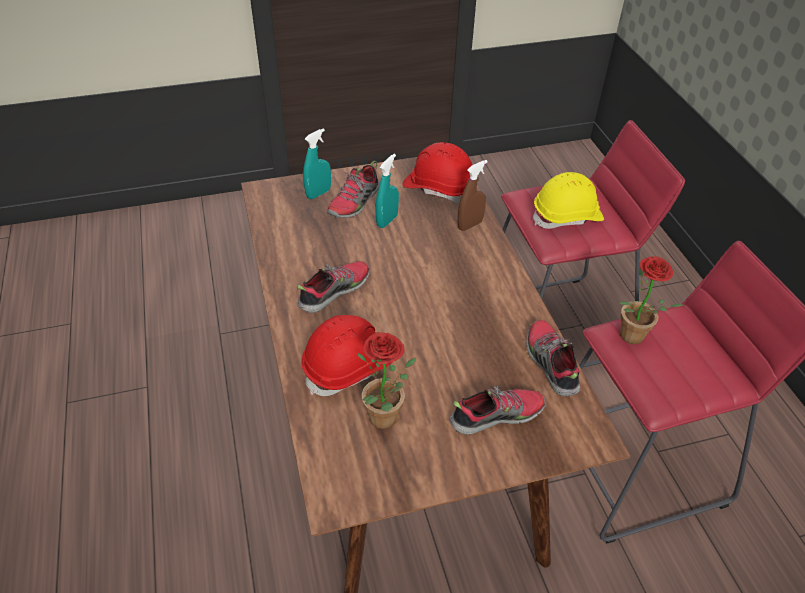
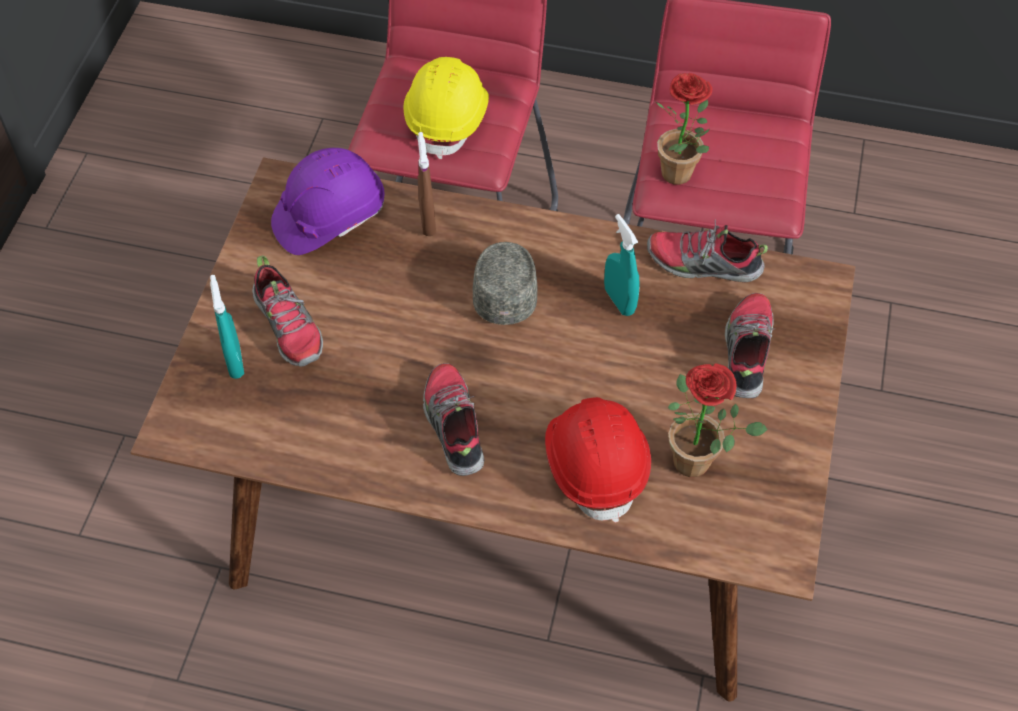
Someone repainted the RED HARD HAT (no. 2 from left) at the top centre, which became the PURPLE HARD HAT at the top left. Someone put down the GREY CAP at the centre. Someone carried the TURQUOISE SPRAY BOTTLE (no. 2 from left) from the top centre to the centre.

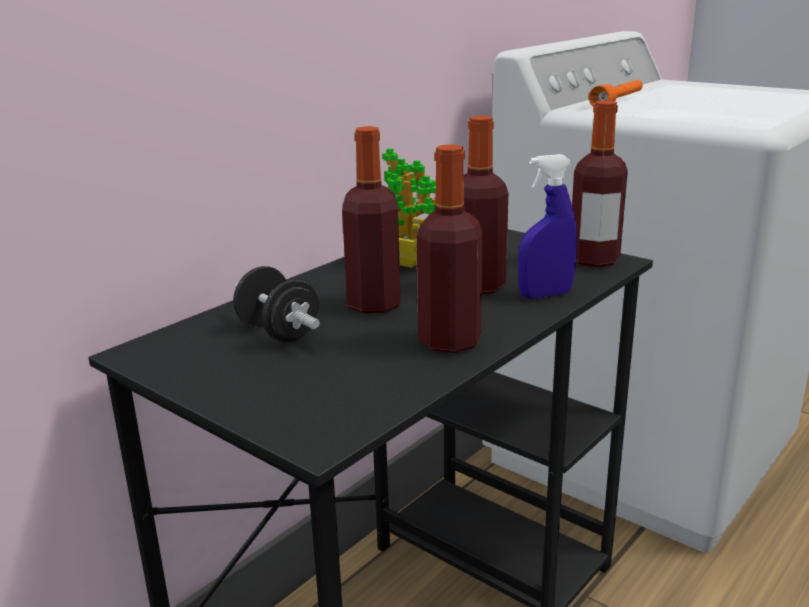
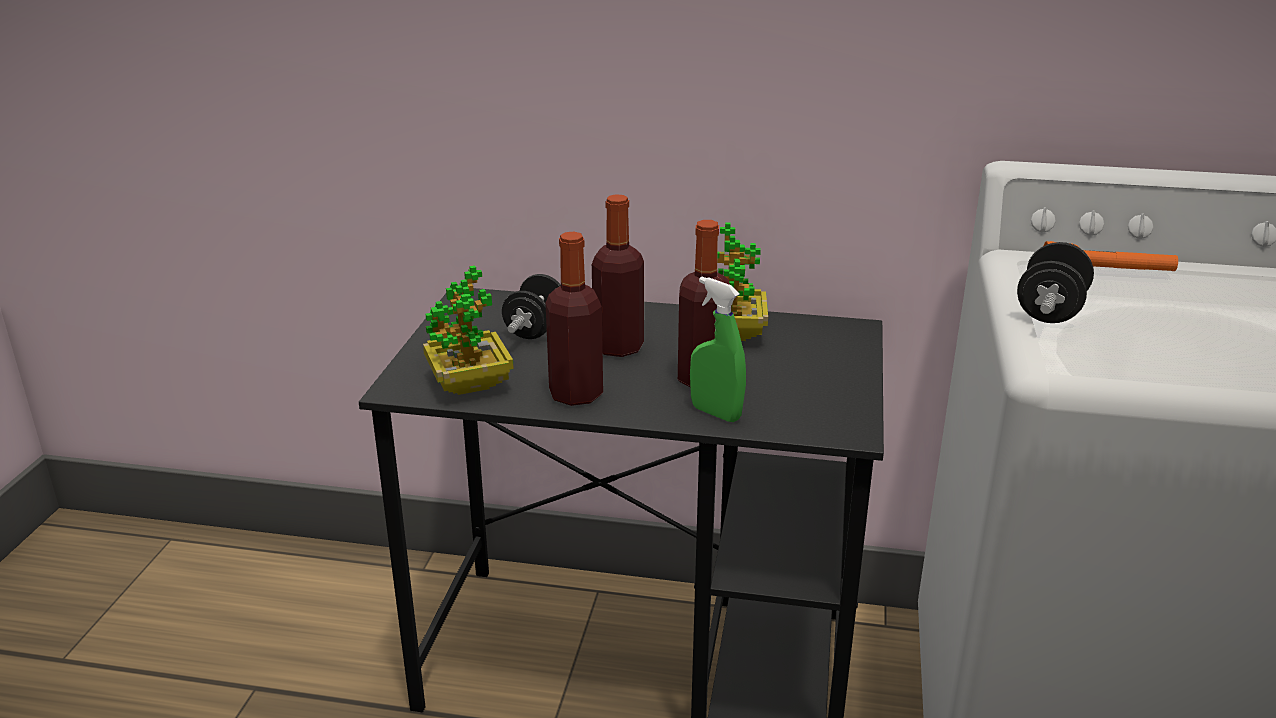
Someone put down the POTTED PLANT (no. 1 from left) at the centre. Someone repainted the BLUE SPRAY BOTTLE at the middle right, which became the GREEN SPRAY BOTTLE at the centre. Someone put down the BLACK DUMBBELL (no. 2 from left) at the middle right. Someone took away the BOTTLE (no. 4 from left) at the top right.

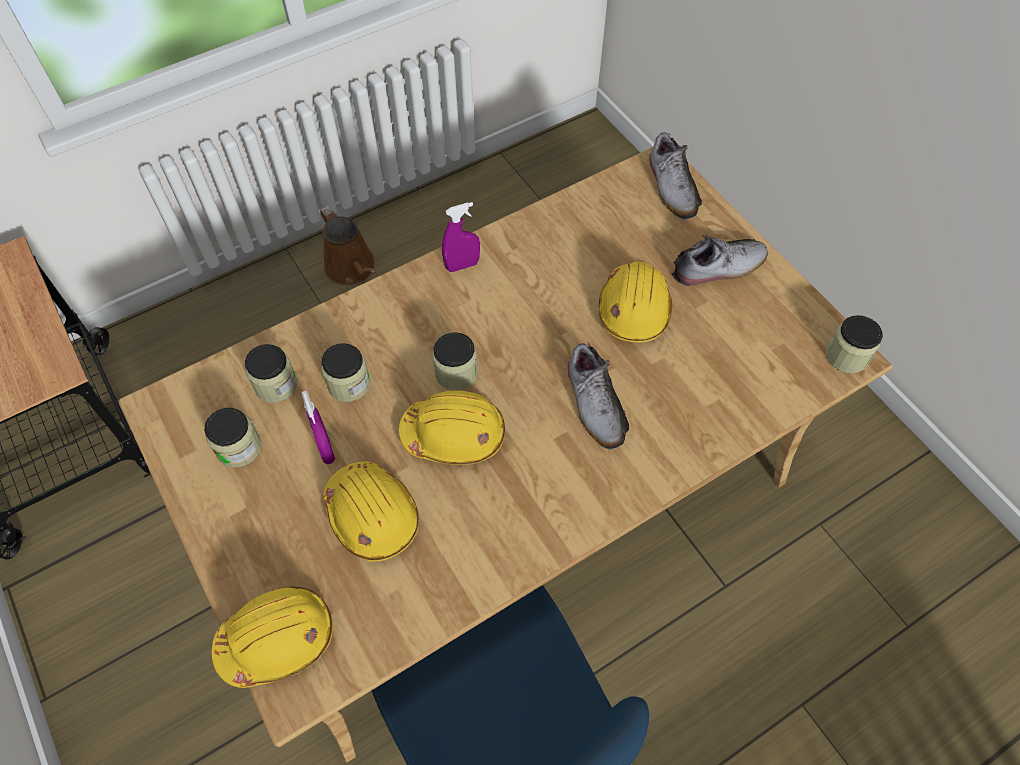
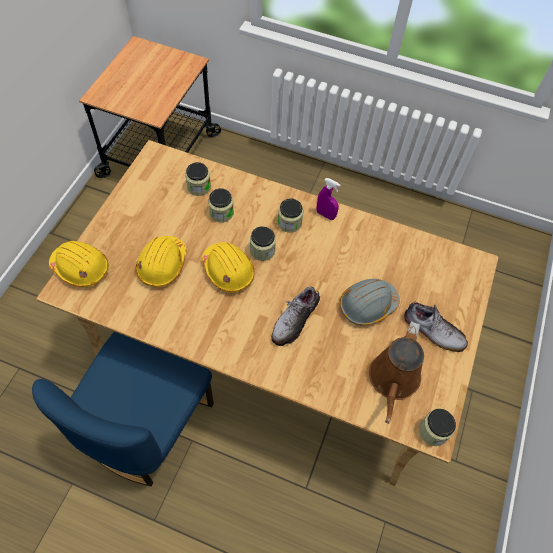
Someone carried the JAR (no. 1 from left in the first image) from the middle left to the centre. Someone repainted the YELLOW HARD HAT (no. 4 from left) at the centre, which became the GREY HARD HAT at the middle right. Someone carried the BROWN WATERING CAN from the top centre to the bottom right. Someone took away the PURPLE SPRAY BOTTLE (no. 1 from left) at the middle left. Someone took away the SHOE (no. 2 from left) at the top centre.

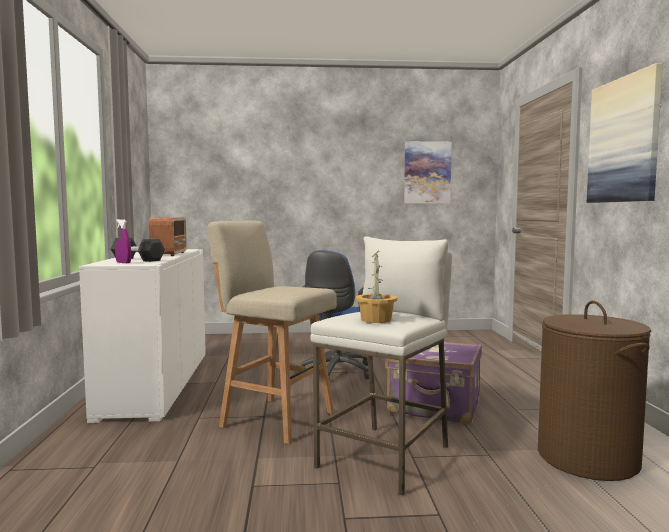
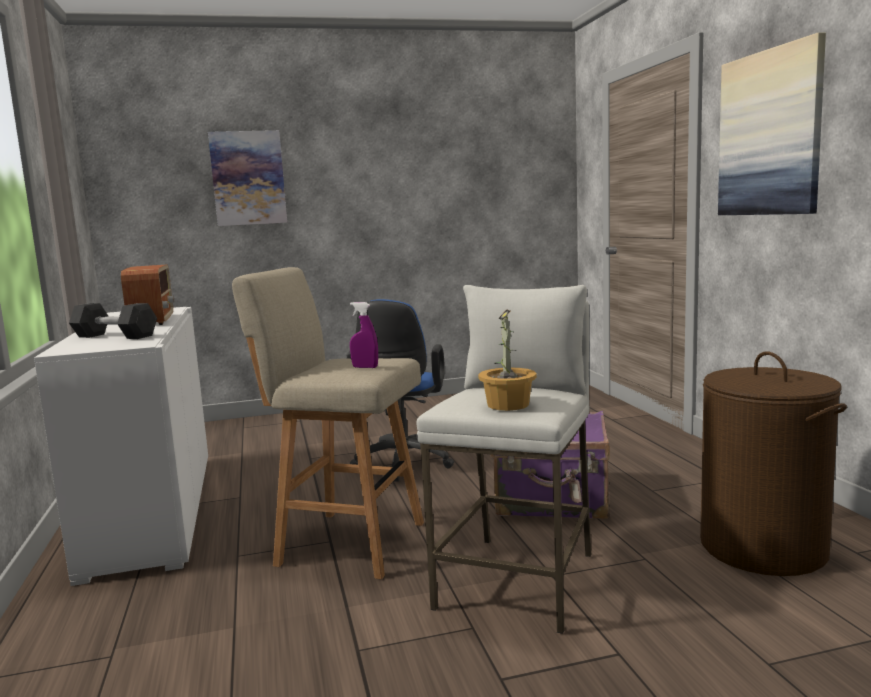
Someone carried the PICTURE (no. 1 from left) from the top centre to the top left. Someone carried the PURPLE SPRAY BOTTLE from the middle left to the centre.

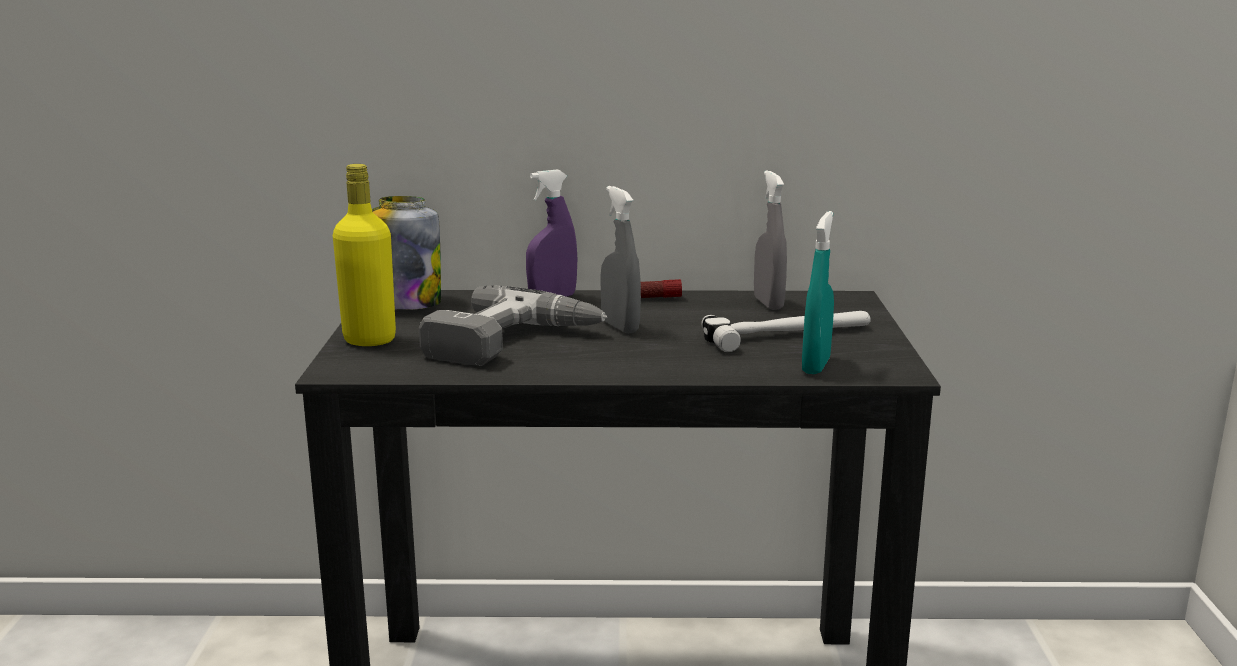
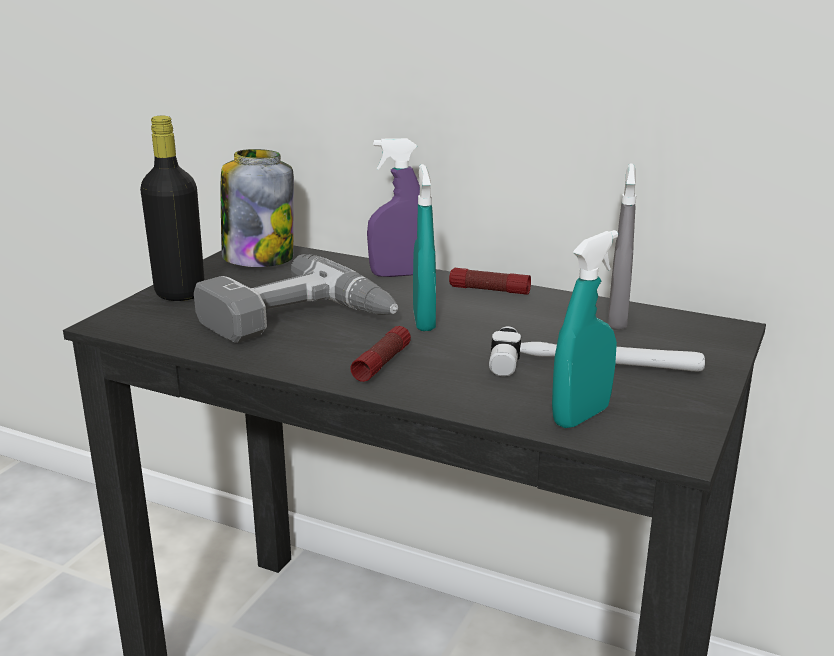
Someone repainted the YELLOW BOTTLE at the middle left, which became the BLACK BOTTLE at the top left. Someone put down the FLASHLIGHT (no. 1 from left) at the centre. Someone repainted the GREY SPRAY BOTTLE (no. 1 from left) at the centre, which became the TURQUOISE SPRAY BOTTLE (no. 1 from left) at the centre.

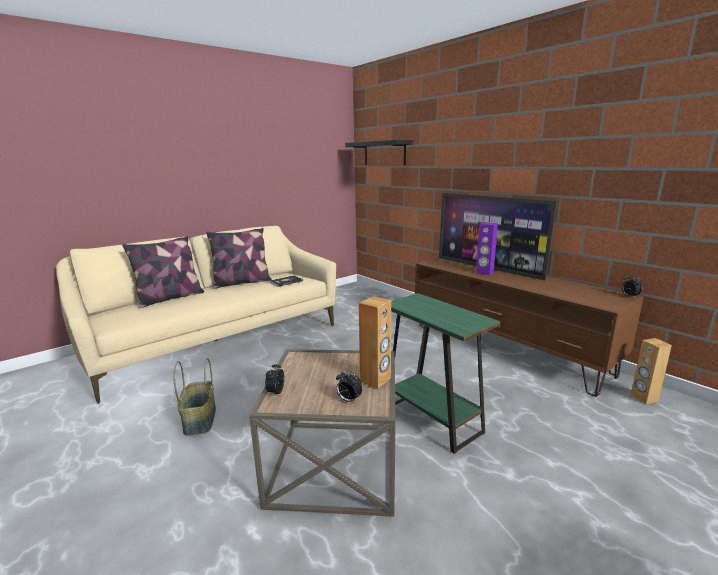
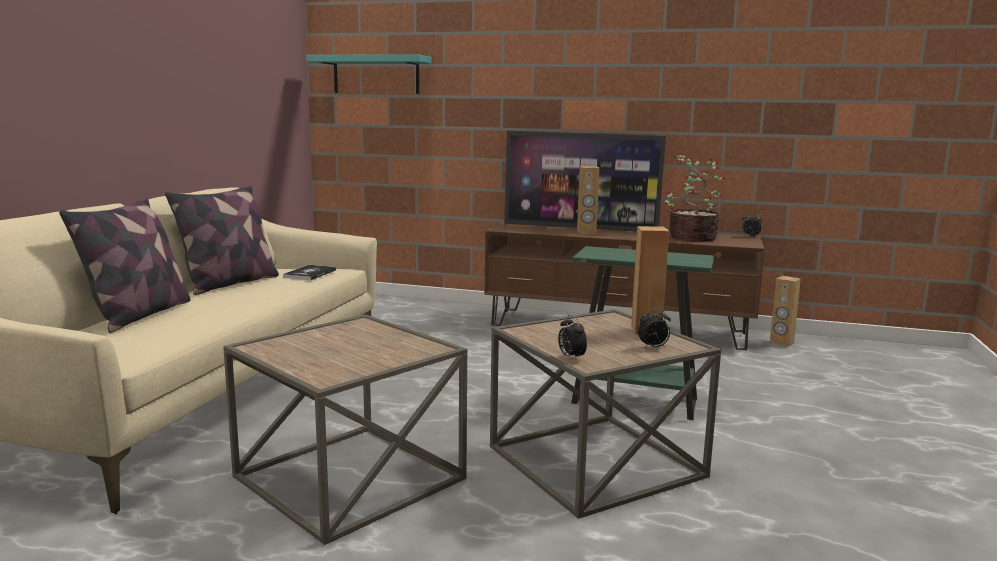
Someone swapped the BASKET at the bottom left for the BROWN SIDE TABLE (no. 1 from left) at the bottom centre. Someone repainted the BLACK SHELF at the top centre, which became the TURQUOISE SHELF at the top centre. Someone repainted the PURPLE SPEAKER at the middle right, which became the BROWN SPEAKER (no. 1 from left) at the centre. Someone put down the POTTED PLANT at the middle right.

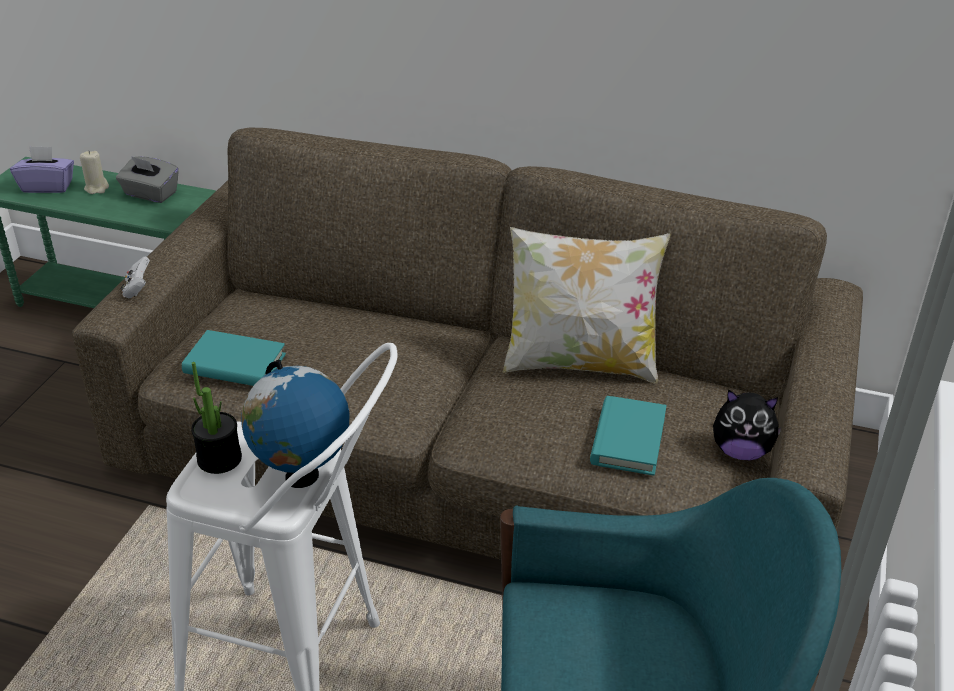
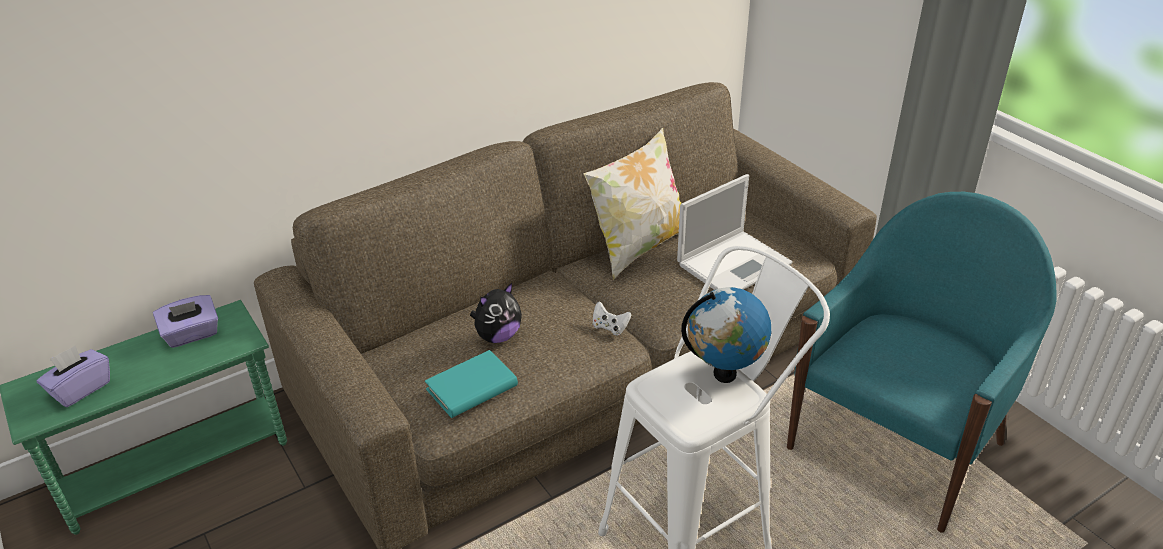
Someone repainted the GREY TISSUE BOX at the top left, which became the PURPLE TISSUE BOX (no. 2 from left) at the middle left. Someone carried the PLUSH TOY from the middle right to the centre. Someone carried the WHITE GAME CONTROLLER from the middle left to the centre. Someone swapped the TURQUOISE BOOK (no. 2 from left) at the centre for the LAPTOP at the centre. Someone took away the BEIGE CANDLE at the top left. Someone took away the POTTED PLANT at the middle left.

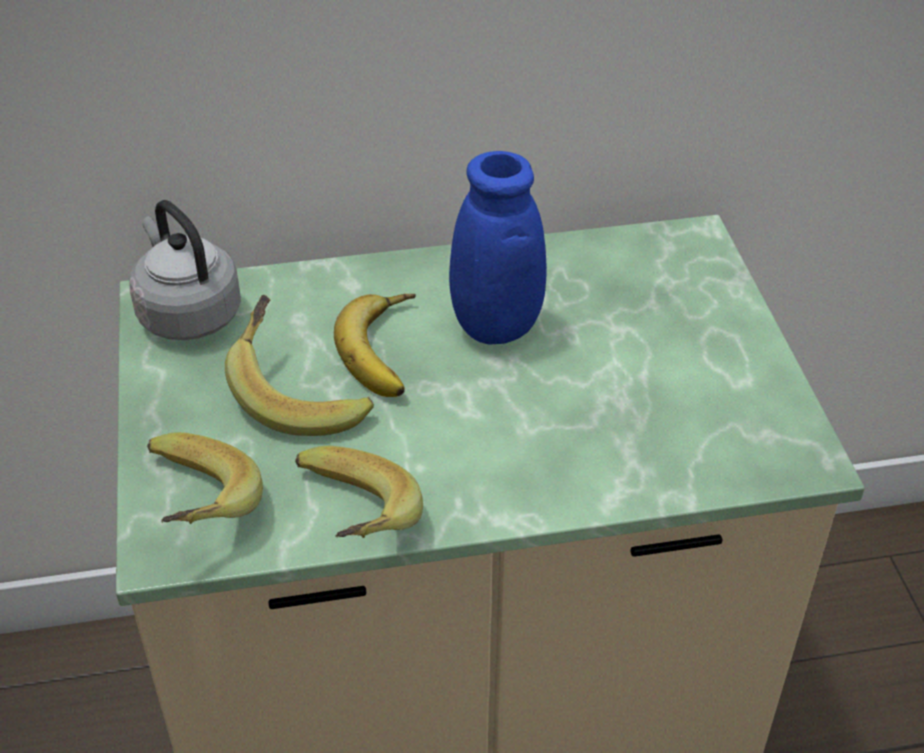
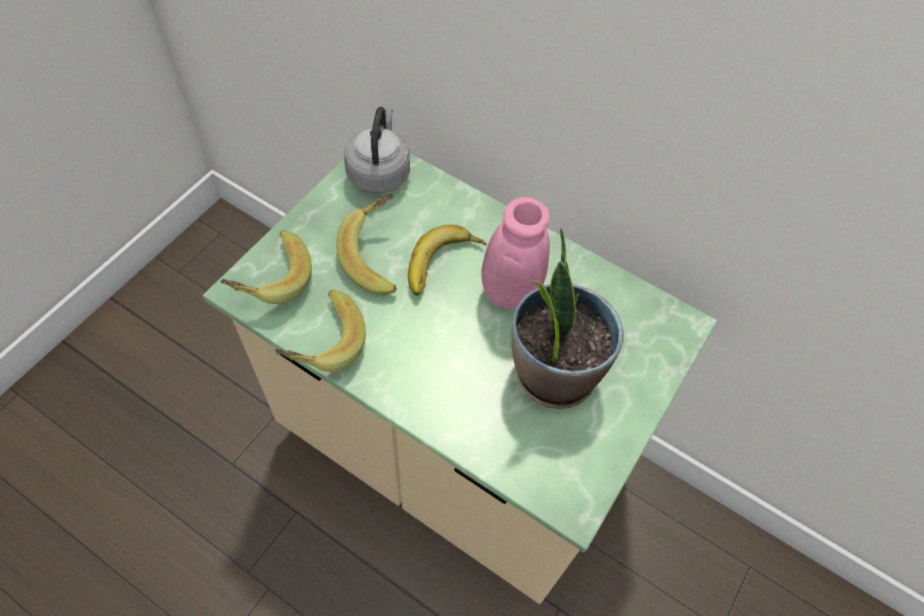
Someone repainted the BLUE VASE at the top centre, which became the PINK VASE at the centre. Someone put down the POTTED PLANT at the centre.

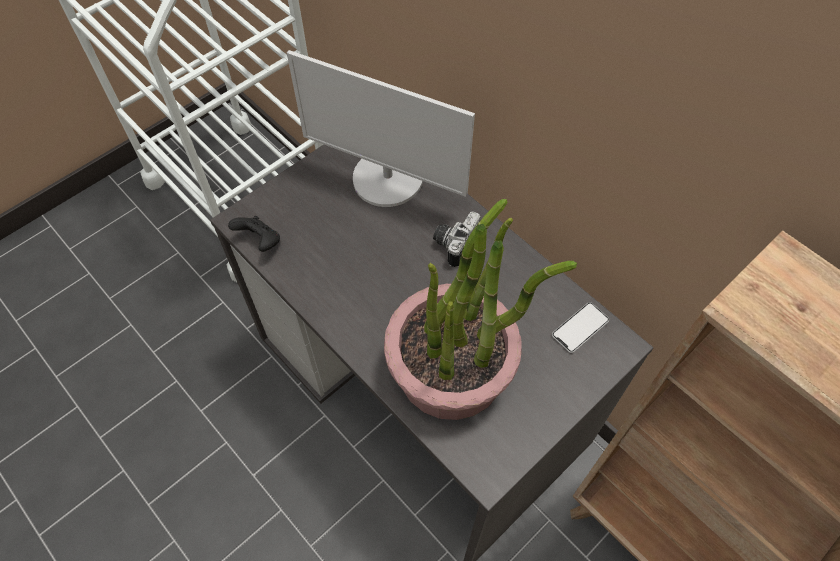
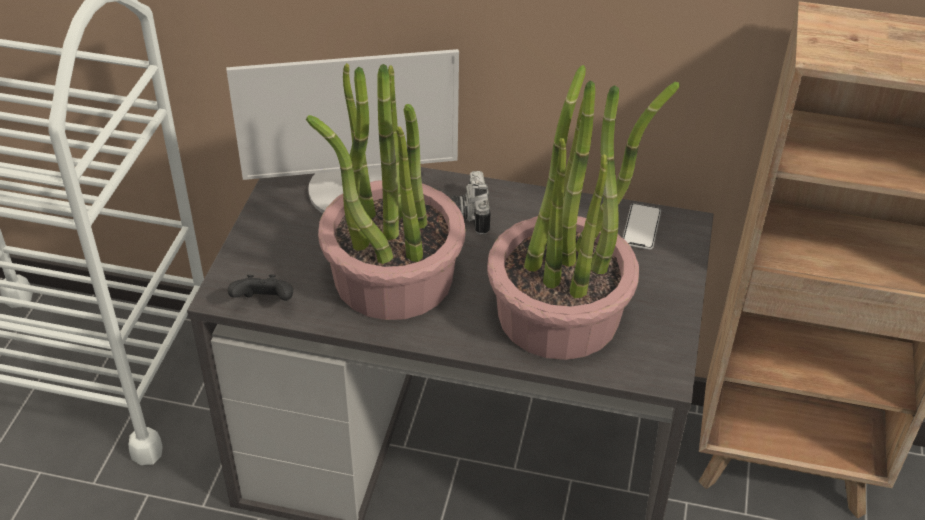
Someone put down the POTTED PLANT (no. 1 from left) at the centre.

